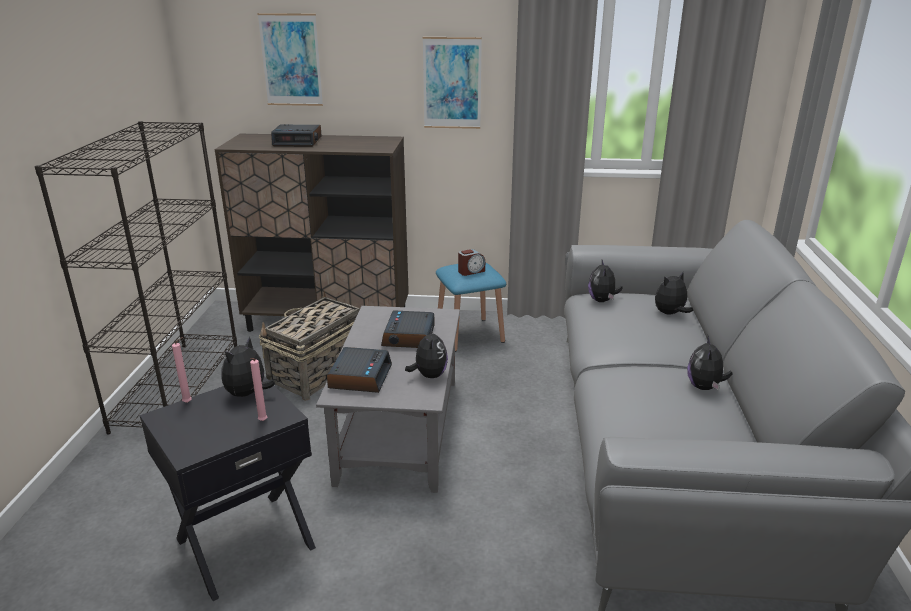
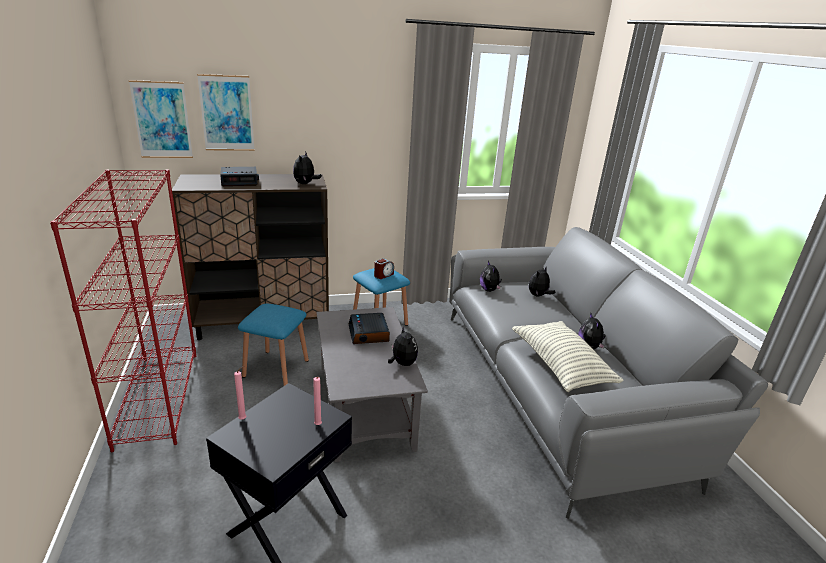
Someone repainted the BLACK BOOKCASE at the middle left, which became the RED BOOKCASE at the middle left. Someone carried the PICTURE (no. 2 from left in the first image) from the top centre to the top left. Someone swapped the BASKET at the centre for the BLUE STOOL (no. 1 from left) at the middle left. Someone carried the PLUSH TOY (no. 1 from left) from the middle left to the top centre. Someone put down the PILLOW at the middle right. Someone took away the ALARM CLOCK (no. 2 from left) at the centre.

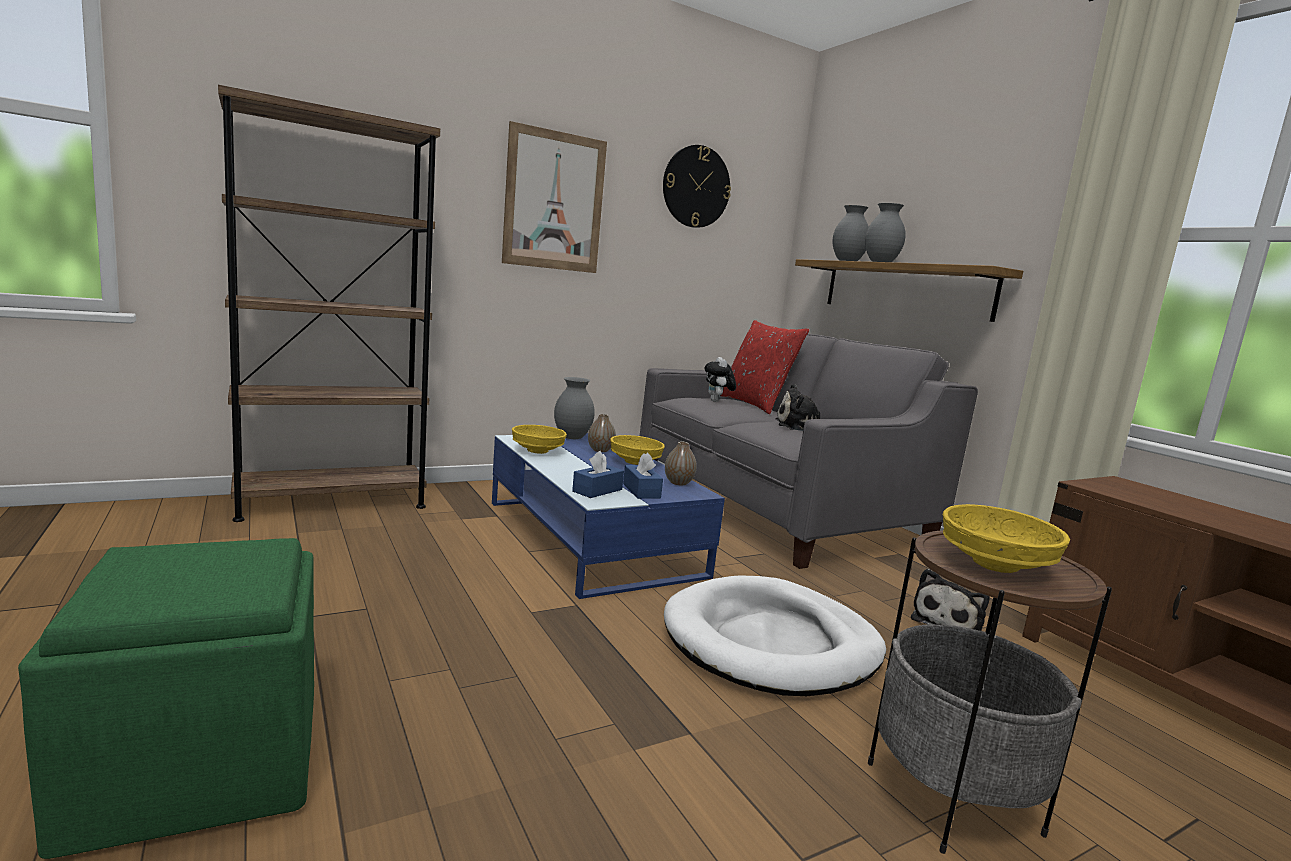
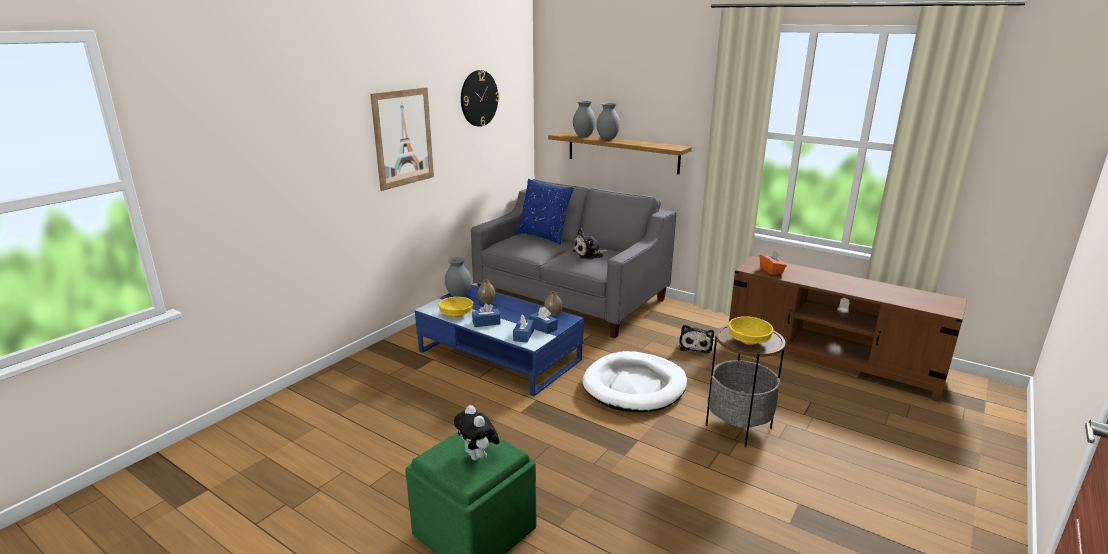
Someone carried the PLUSH TOY (no. 1 from left) from the centre to the bottom centre. Someone put down the BLUE TISSUE BOX (no. 1 from left) at the centre. Someone repainted the RED PILLOW at the centre, which became the BLUE PILLOW at the centre. Someone put down the ORANGE TISSUE BOX at the middle right. Someone took away the BROWN BOOKCASE at the middle left. Someone took away the YELLOW BOWL (no. 2 from left) at the centre.

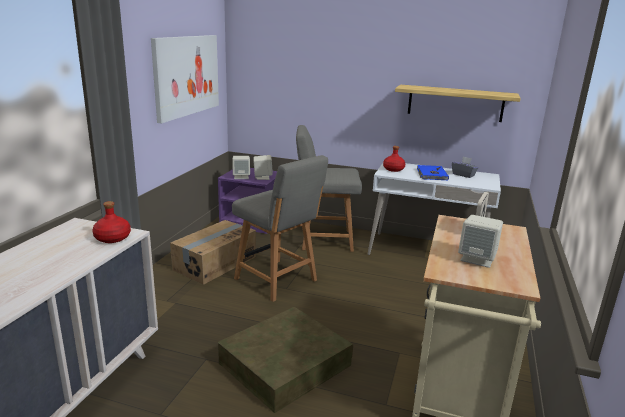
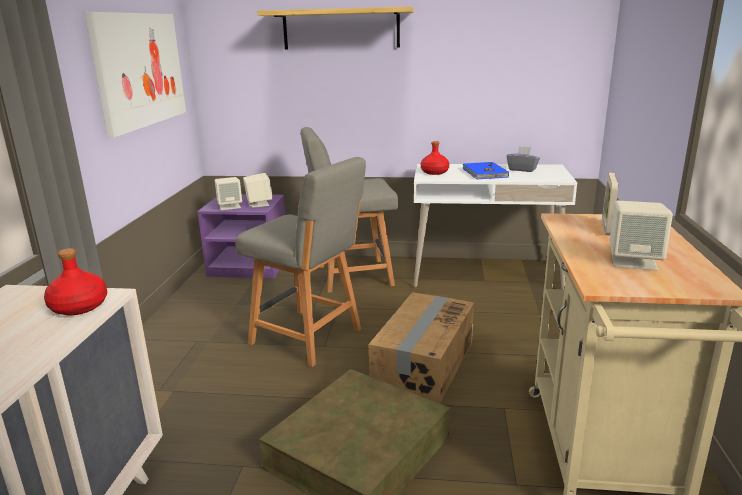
Someone carried the SHELF from the top right to the top centre. Someone carried the CARDBOARD BOX from the centre to the bottom centre.

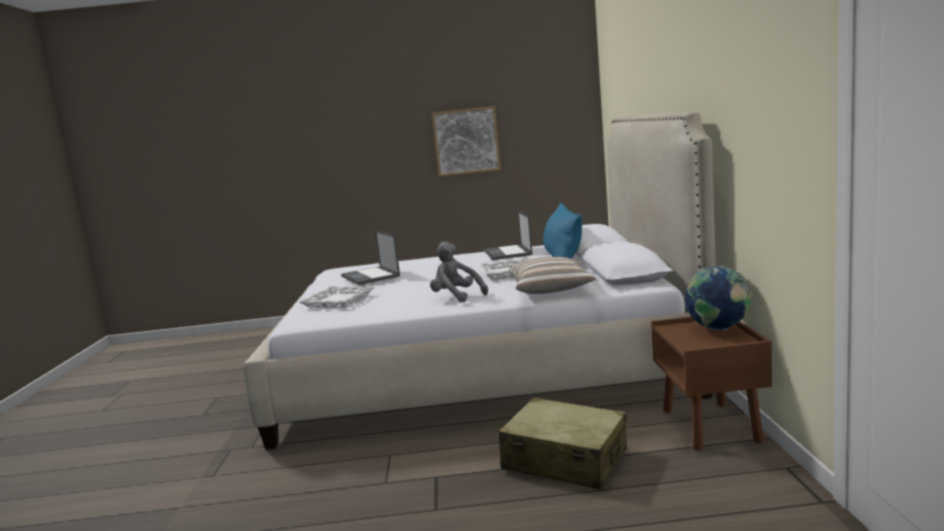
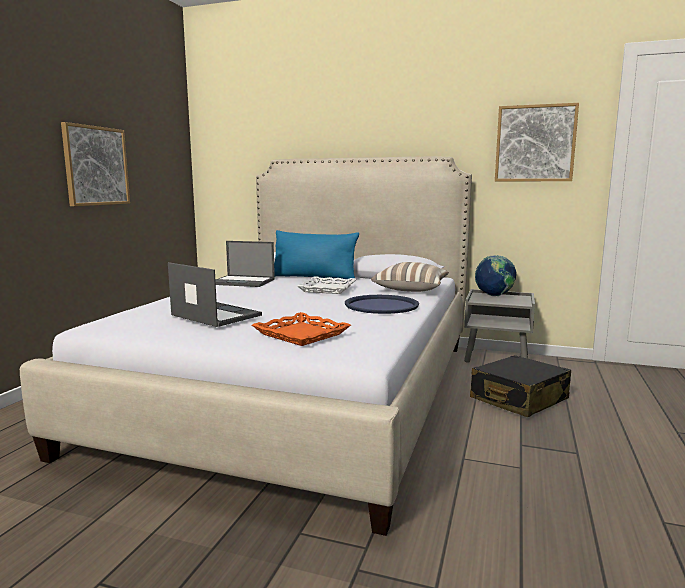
Someone rotated the LAPTOP (no. 1 from left) at the centre by 135 degrees counterclockwise. Someone repainted the WHITE TRAY (no. 1 from left) at the centre, which became the ORANGE TRAY at the centre. Someone swapped the GREY PLUSH TOY at the centre for the BLUE TRAY at the centre. Someone repainted the BROWN NIGHTSTAND at the bottom right, which became the GREY NIGHTSTAND at the middle right. Someone repainted the BEIGE SUITCASE at the bottom centre, which became the BLACK SUITCASE at the middle right. Someone put up the PICTURE (no. 2 from left) at the top right.

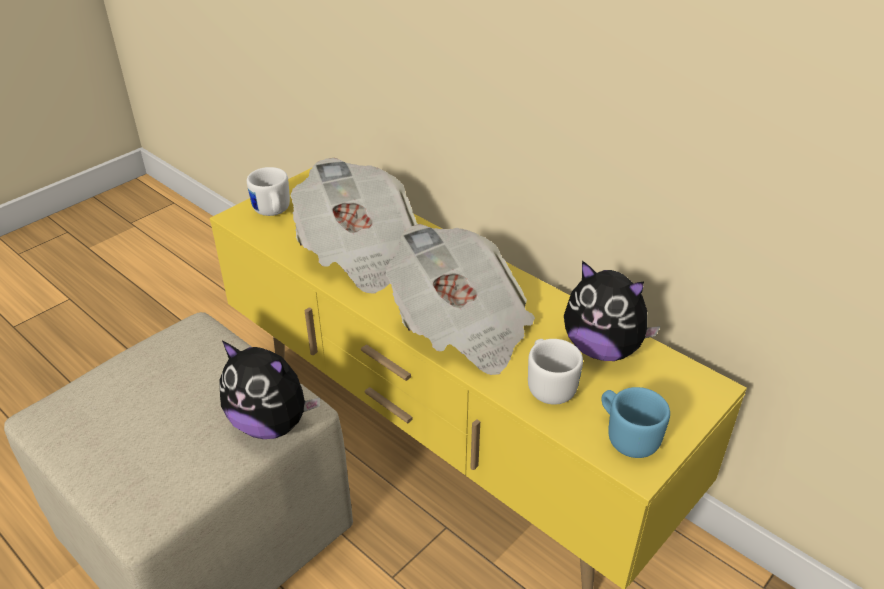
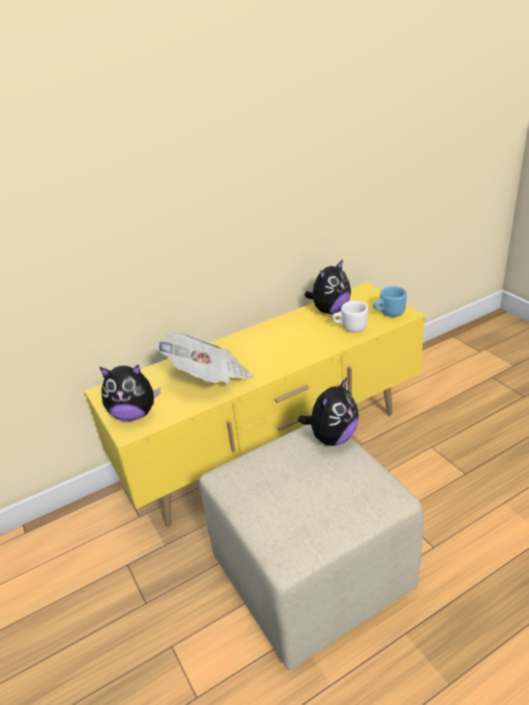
Someone swapped the WHITE MUG (no. 1 from left) at the top left for the PLUSH TOY (no. 1 from left) at the middle left. Someone took away the NEWSPAPER (no. 2 from left) at the centre.

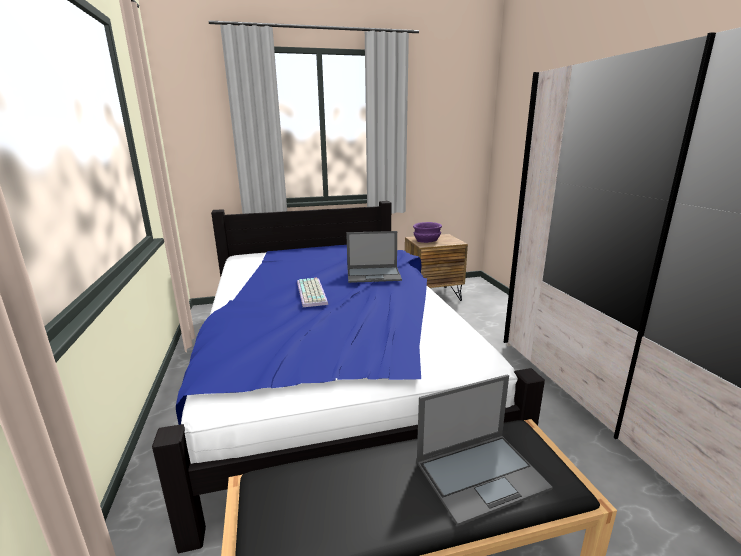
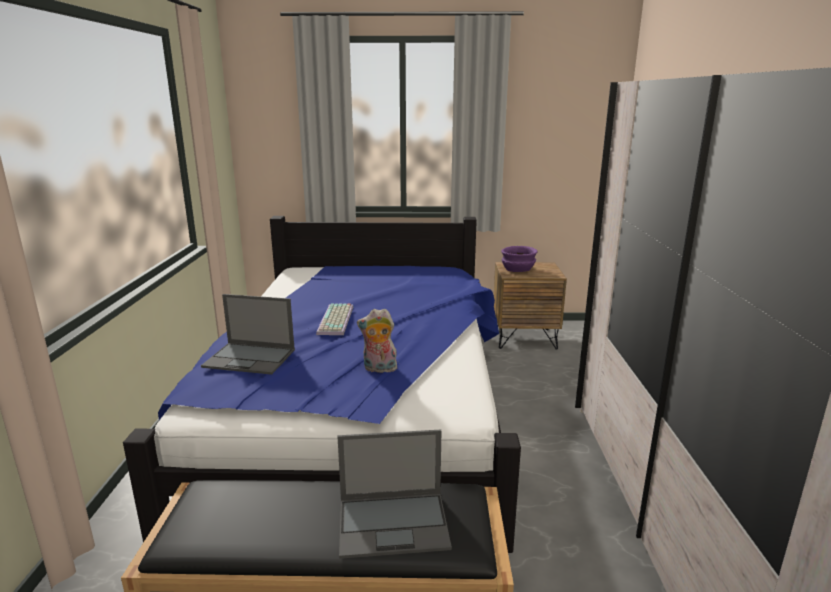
Someone carried the LAPTOP (no. 1 from left) from the centre to the middle left. Someone put down the PLUSH TOY at the centre.

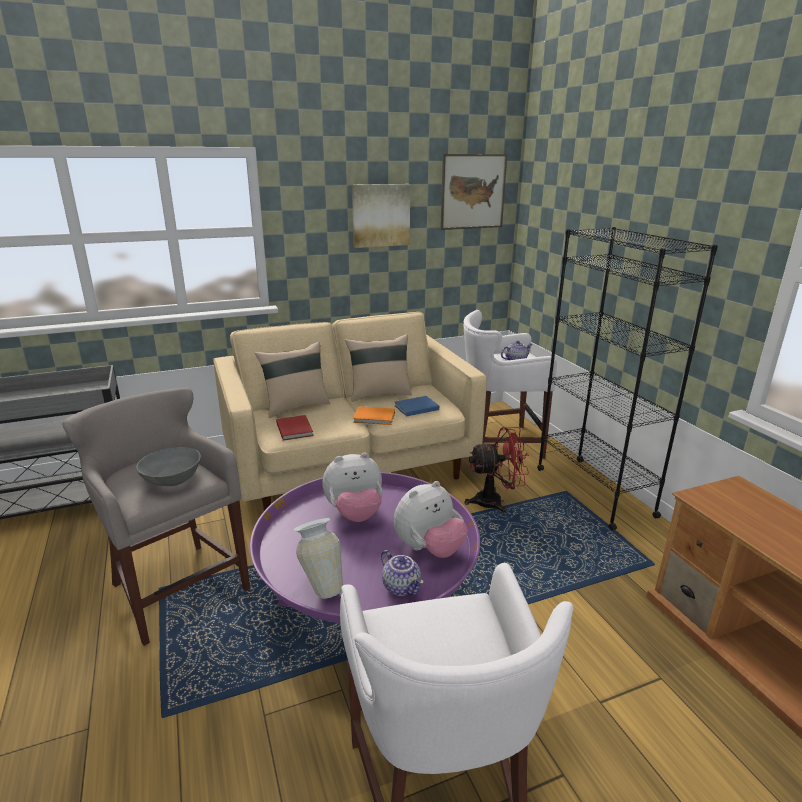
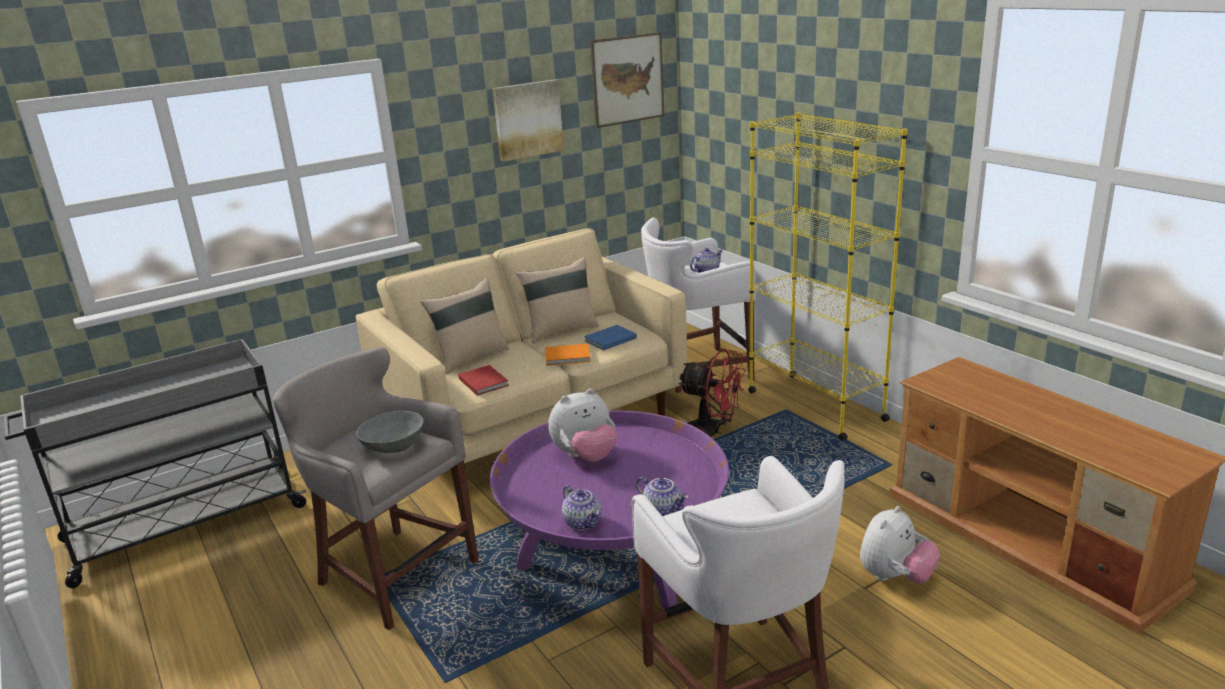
Someone swapped the VASE at the bottom centre for the TEAPOT (no. 1 from left) at the bottom centre. Someone rotated the RED FAN at the centre by 45 degrees clockwise. Someone repainted the BLACK BOOKCASE at the middle right, which became the YELLOW BOOKCASE at the middle right. Someone carried the PLUSH TOY (no. 2 from left) from the centre to the bottom right.

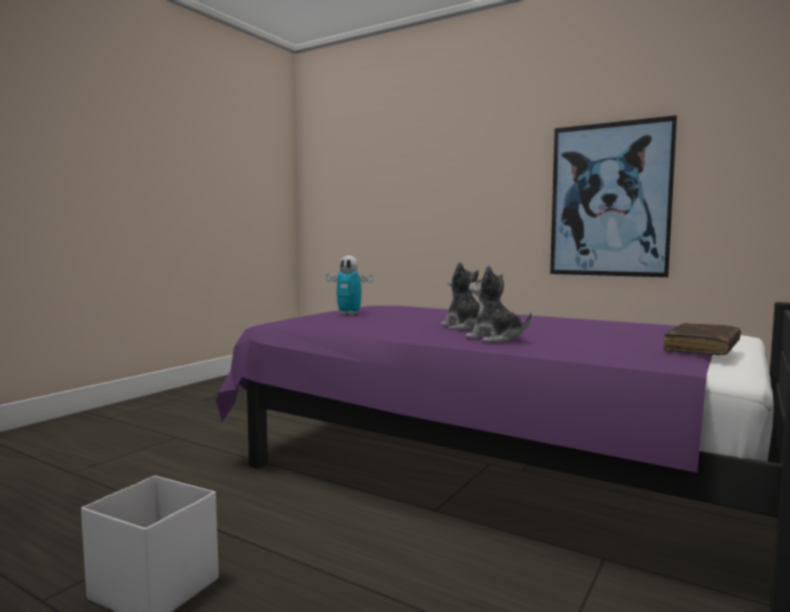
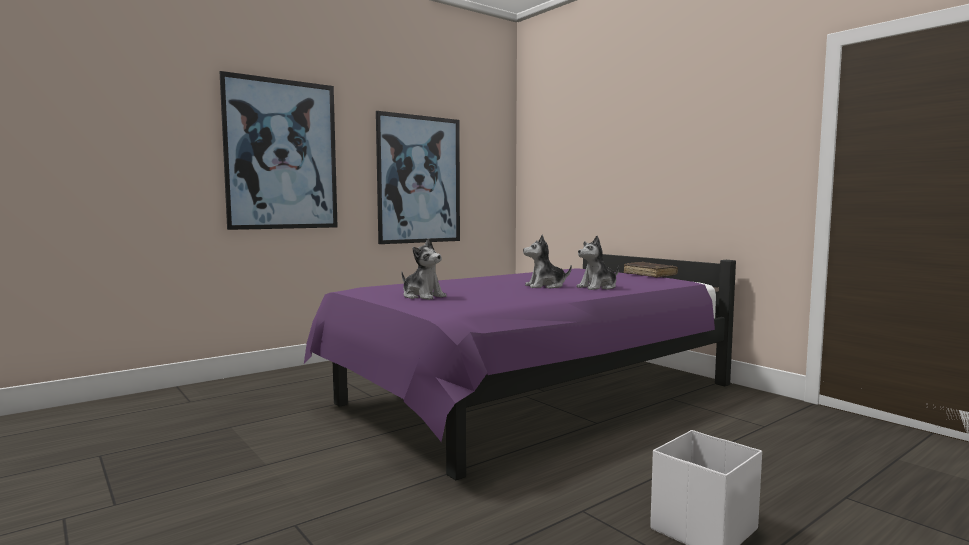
Someone put up the PICTURE (no. 1 from left) at the top left. Someone swapped the TOY ROBOT at the centre for the PLUSH TOY (no. 1 from left) at the centre.

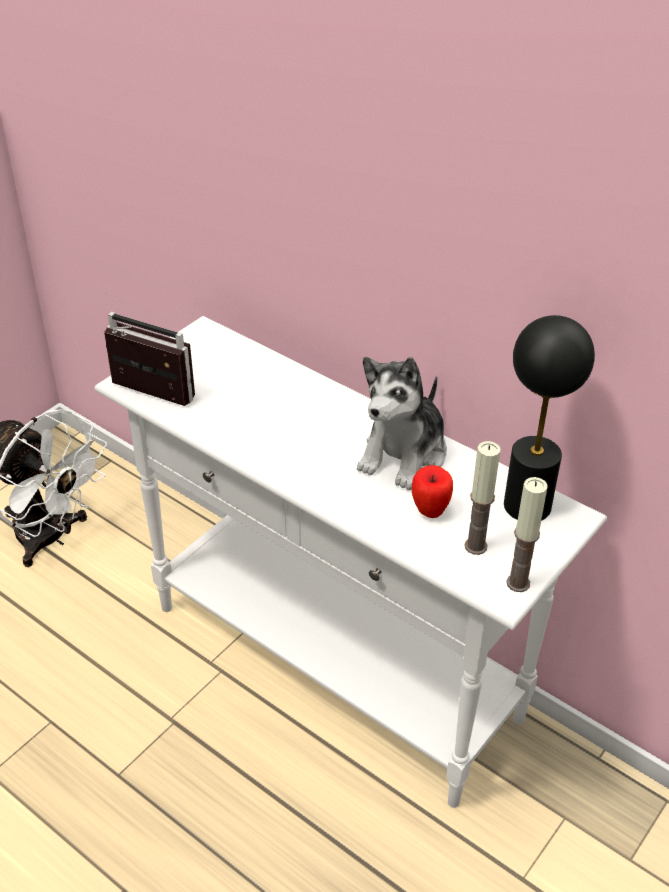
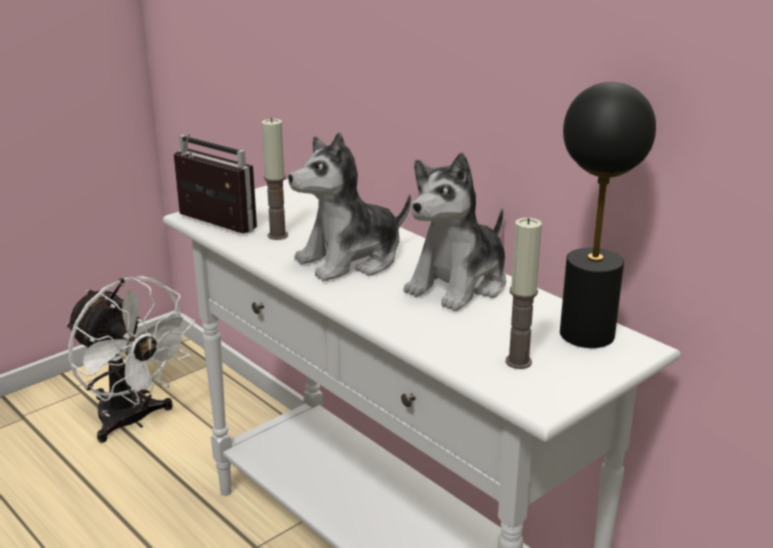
Someone carried the CANDLE (no. 2 from left in the first image) from the middle right to the top centre. Someone put down the PLUSH TOY (no. 1 from left) at the centre. Someone took away the APPLE at the centre.

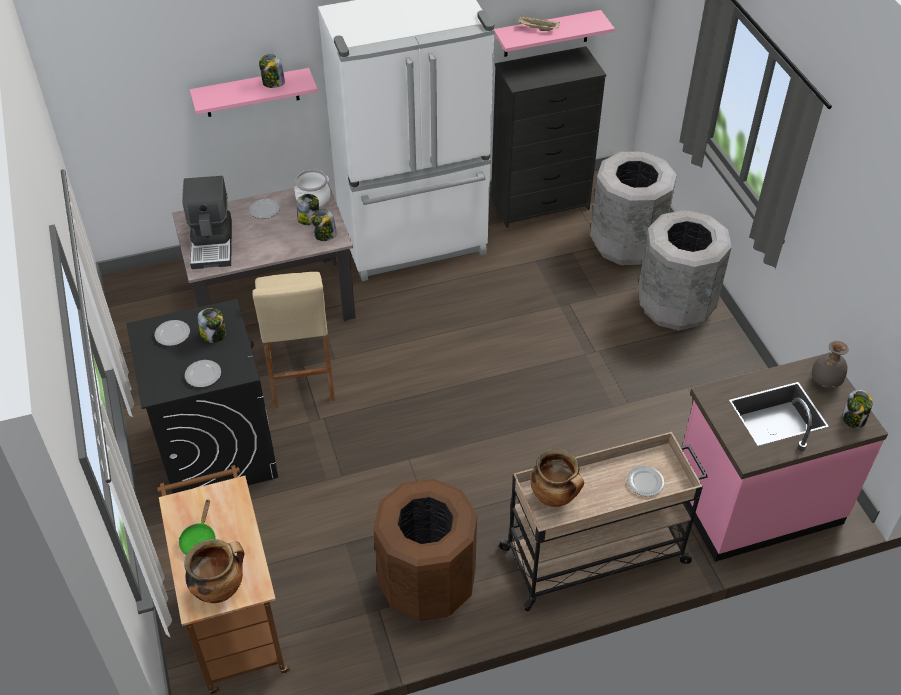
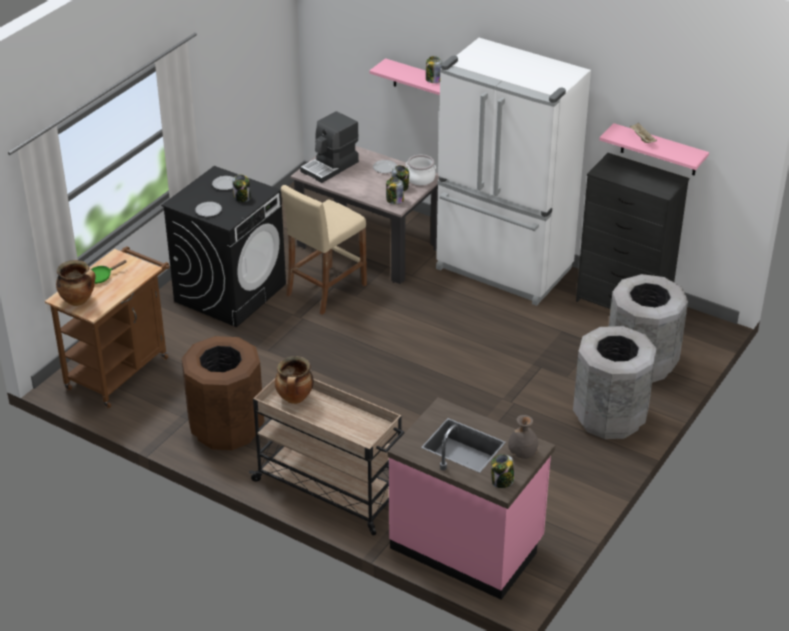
Someone took away the PLATE (no. 4 from left) at the bottom right.

